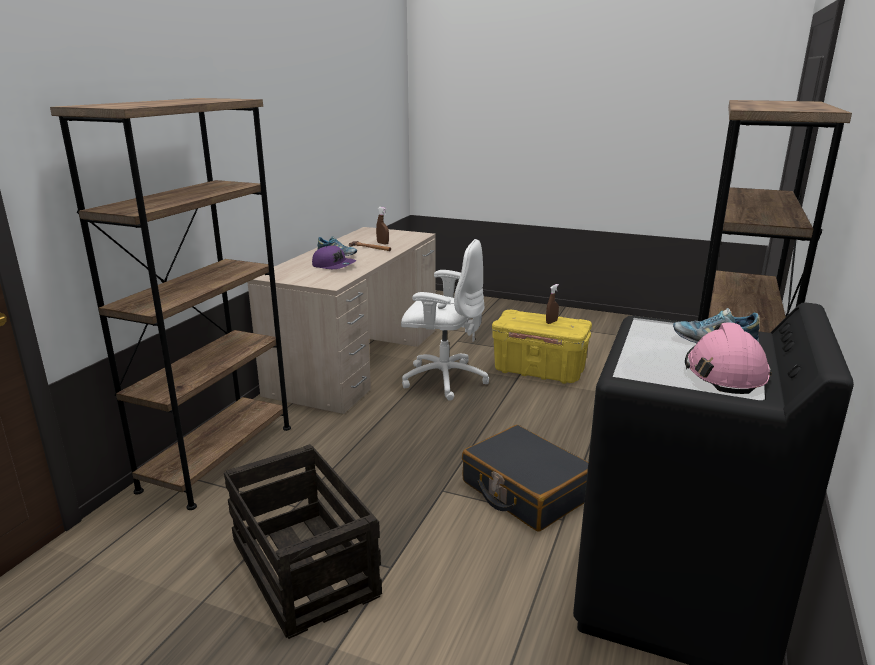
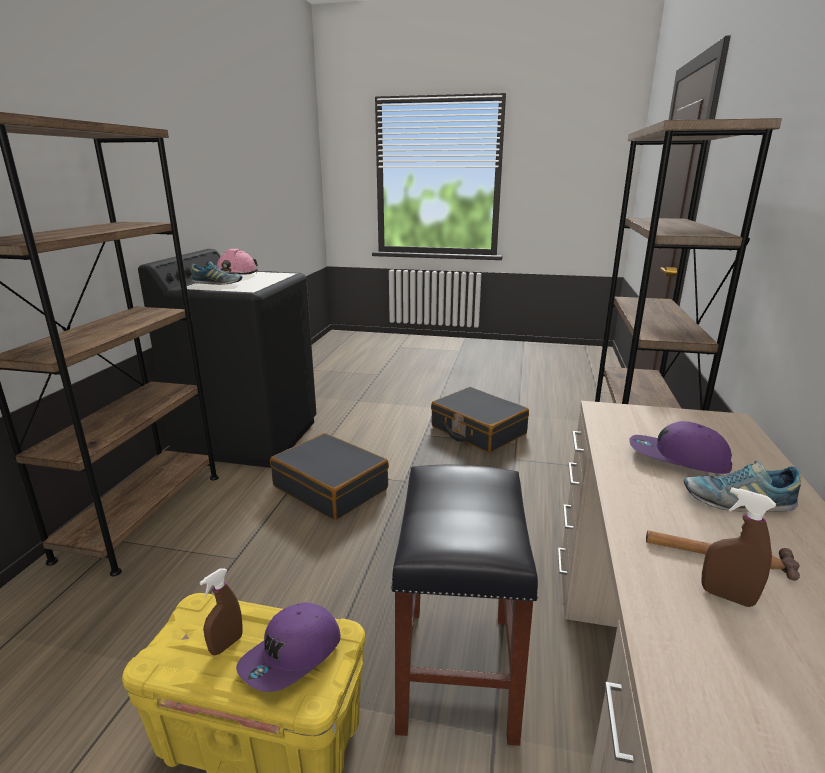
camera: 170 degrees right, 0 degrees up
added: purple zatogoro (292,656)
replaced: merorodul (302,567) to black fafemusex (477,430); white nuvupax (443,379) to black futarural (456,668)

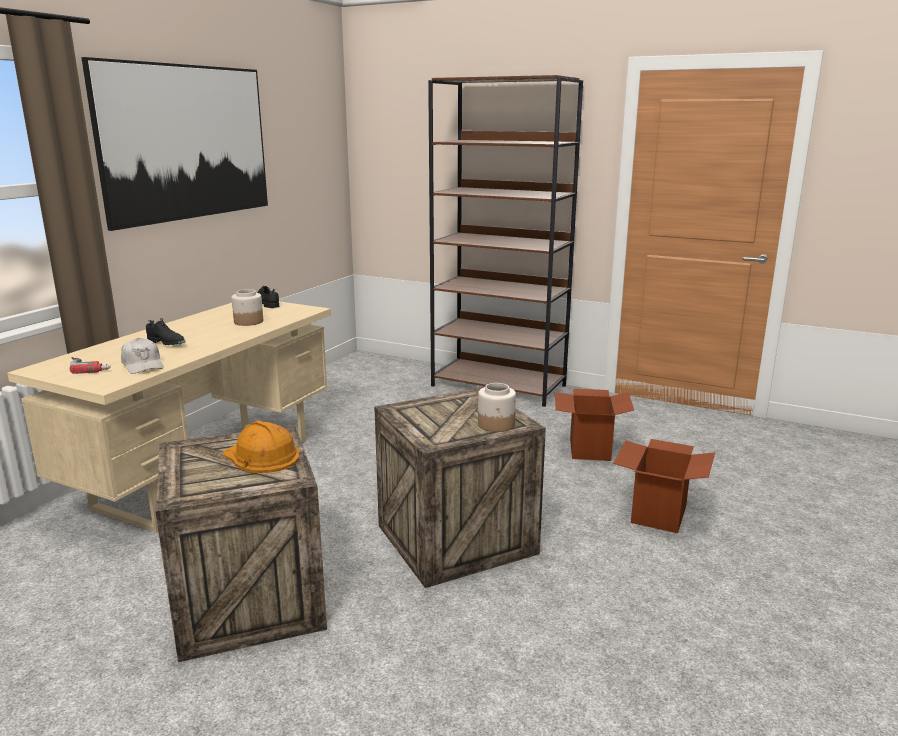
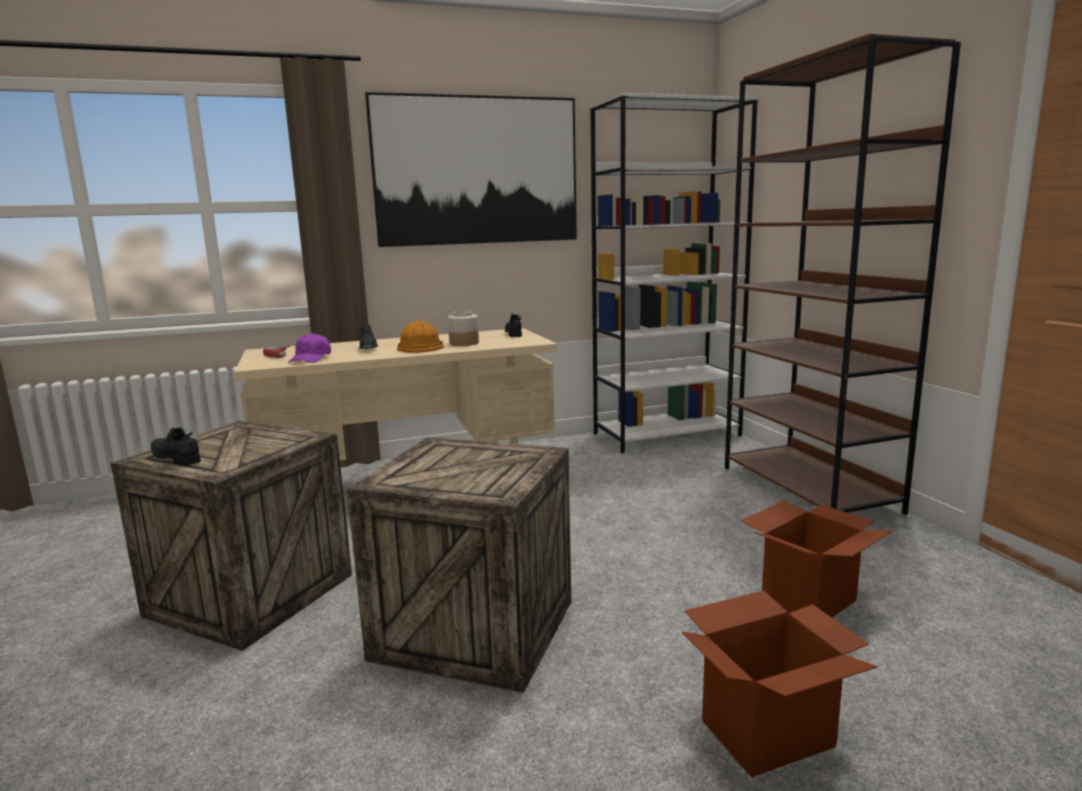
camera: 45 degrees right, 5 degrees down
removed: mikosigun (496,424)
added: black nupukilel (175,458); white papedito (667,434)
moved: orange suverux (261,456) to (420,347)
recoloured: white zatogoro (143,365) to purple zatogoro (311,358)

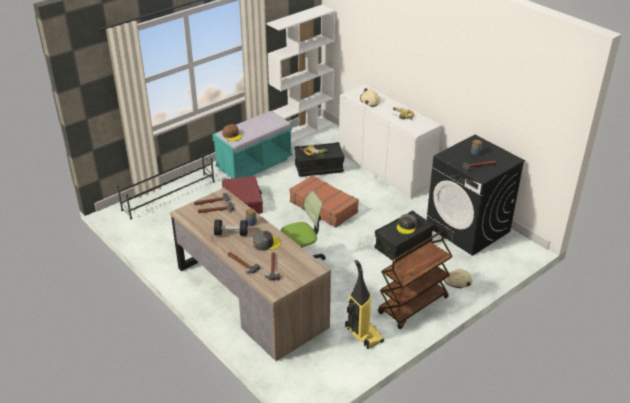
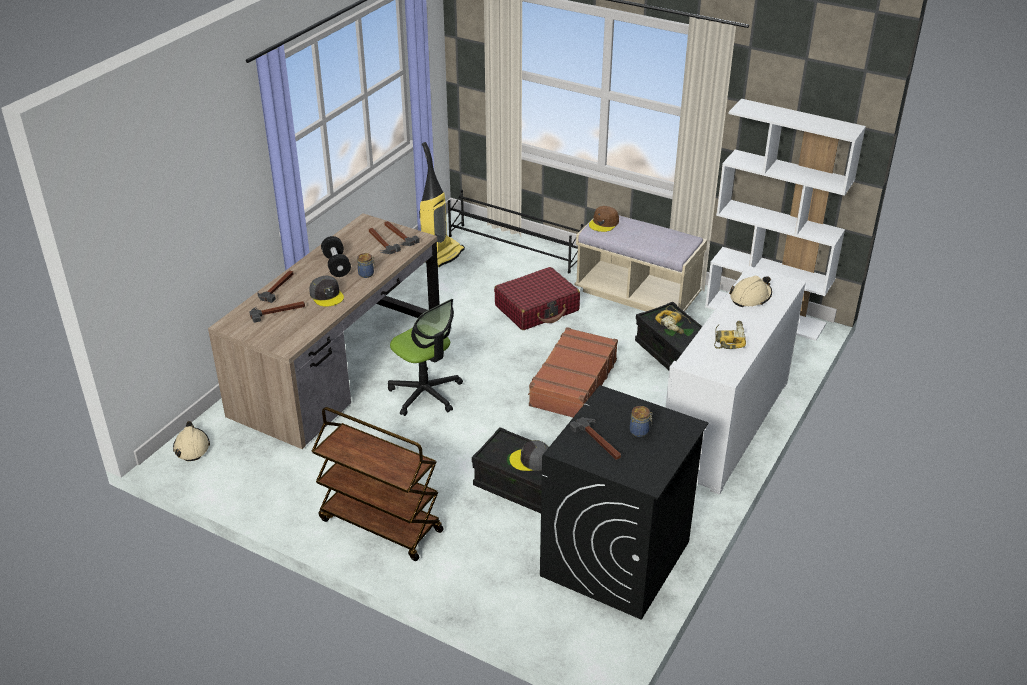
camera: 70 degrees right, 0 degrees up
moved: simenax (363,334) to (441,255); beige suverux (457,281) to (191,447)
recoloured: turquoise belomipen (254,164) to beige belomipen (637,294)

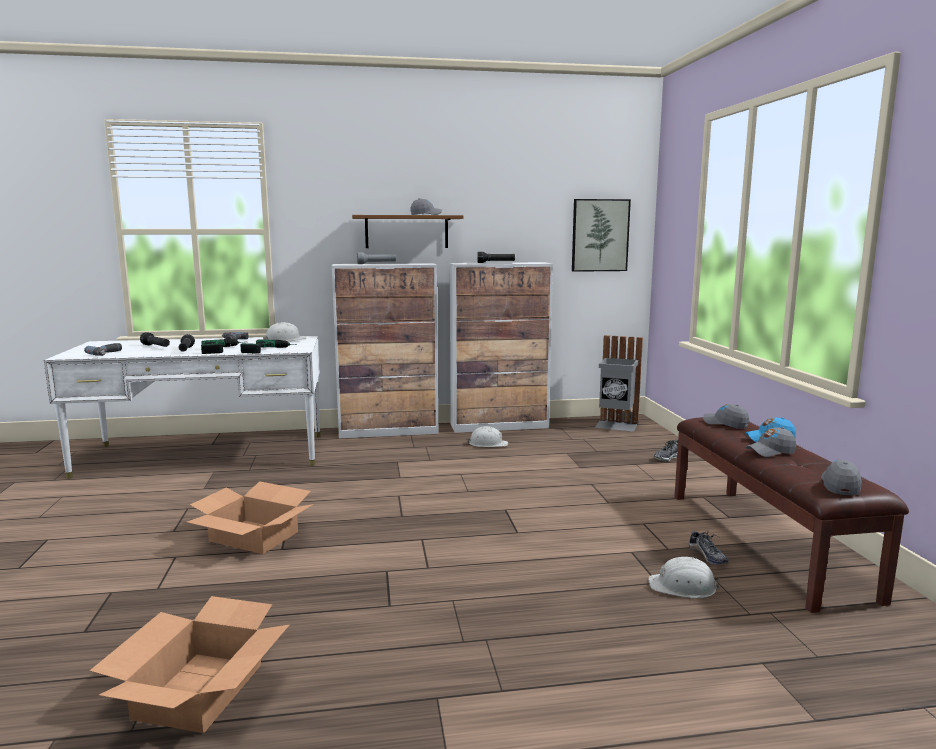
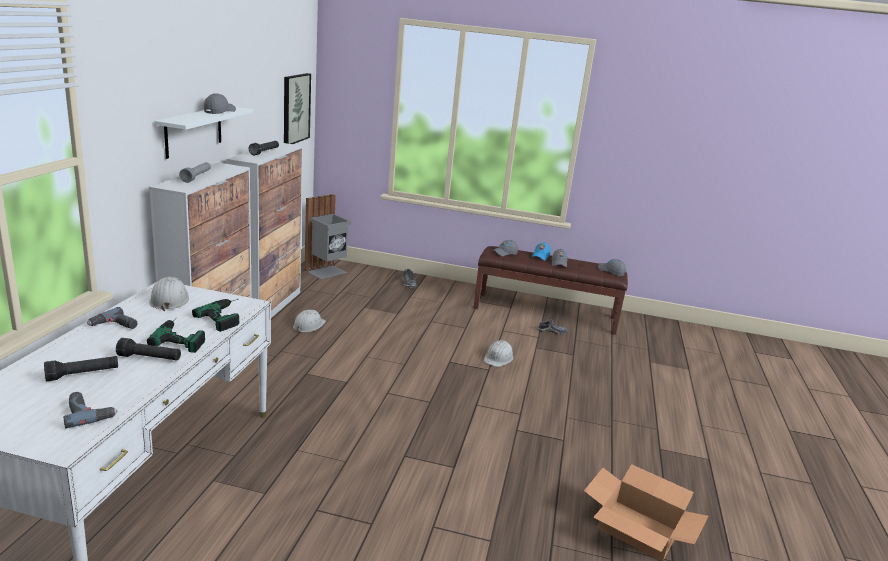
camera: 70 degrees left, 10 degrees up
removed: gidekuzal (254,536)
moved: white suverux (683,587) to (498,358)
recoloured: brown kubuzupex (406,231) to white kubuzupex (194,131)

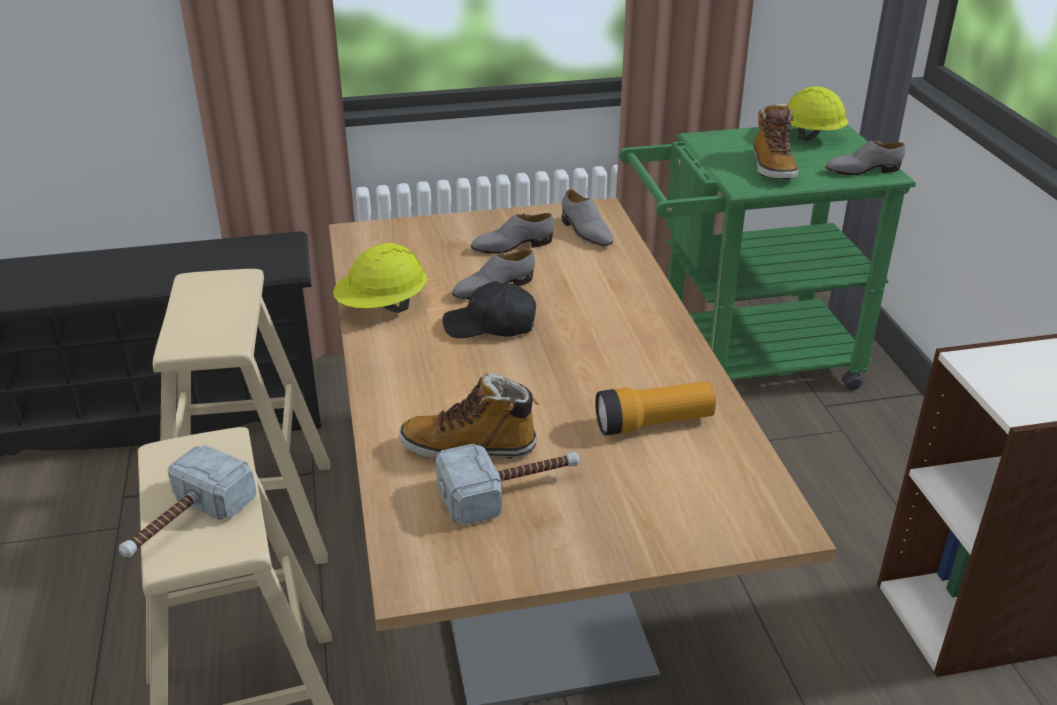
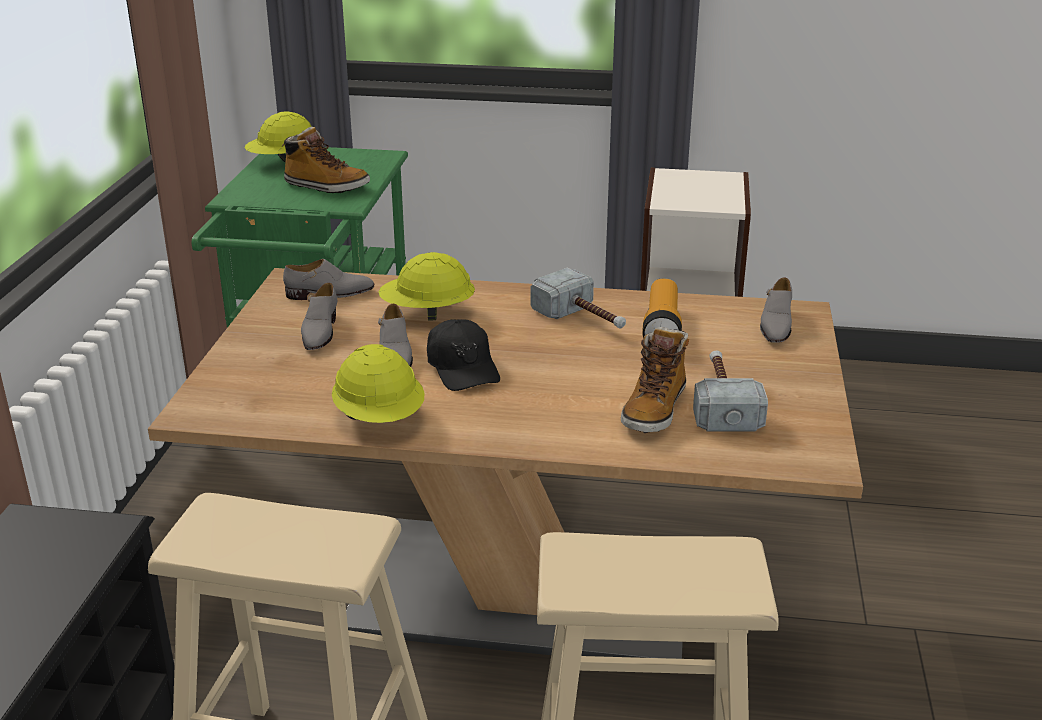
camera: 70 degrees left, 5 degrees down
added: yellow suverux (427,313)
moved: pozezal (184,524) to (584,319); grey nupukilel (862,170) to (775,326)
turned: black zatogoro (491,325) = (463,368) 45 degrees counterclockwise

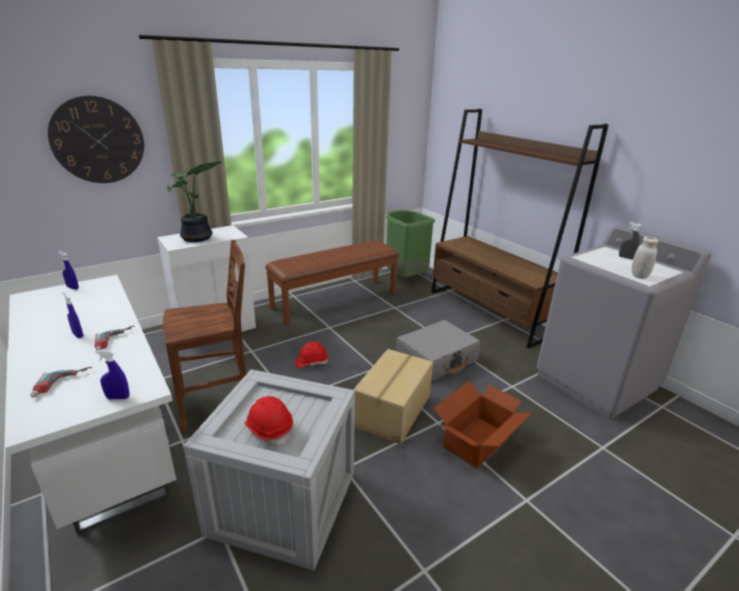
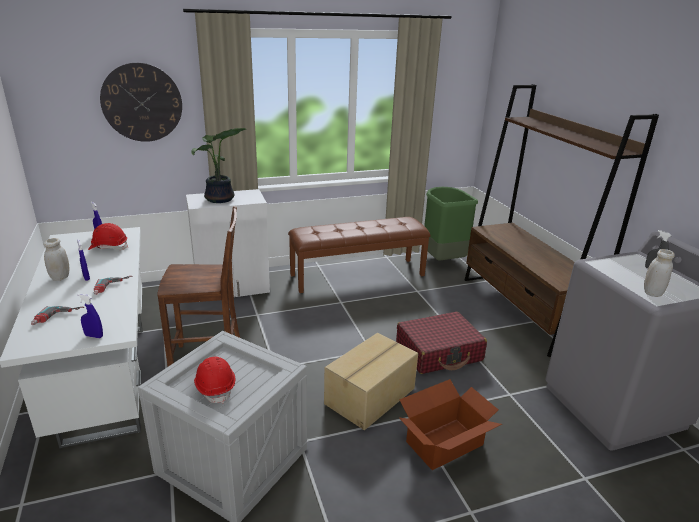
camera: 15 degrees right, 0 degrees up
added: white mikosigun (60,277)
moved: red suverux (311,362) to (108,247)
recoloured: grey fafemusex (437,359) to red fafemusex (439,352)

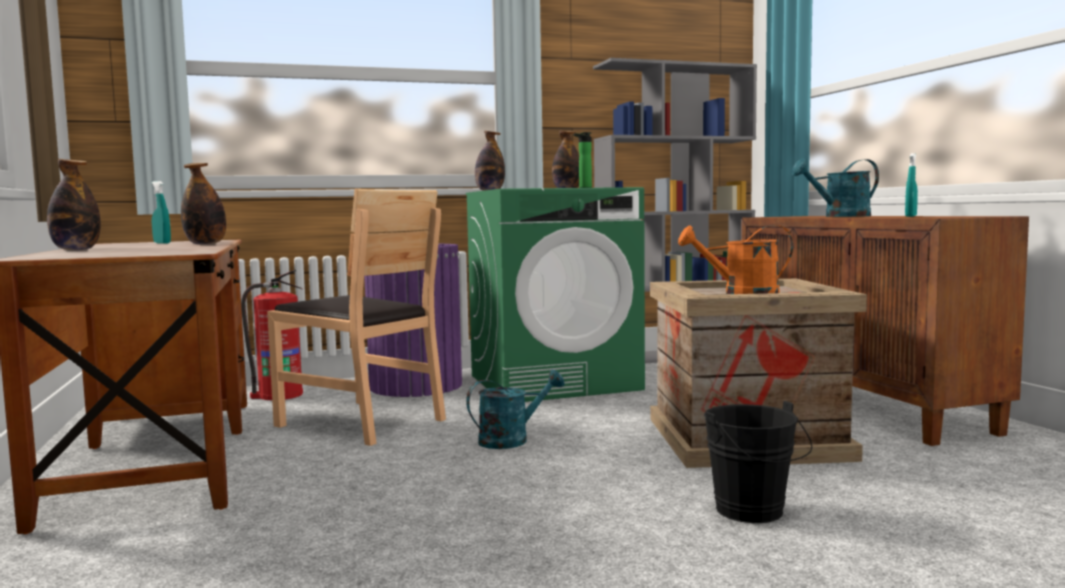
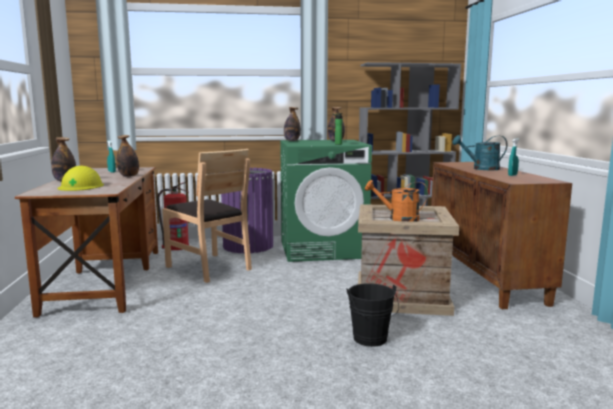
camera: 10 degrees right, 5 degrees up
removed: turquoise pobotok (511,440)
added: yellow suverux (81,186)

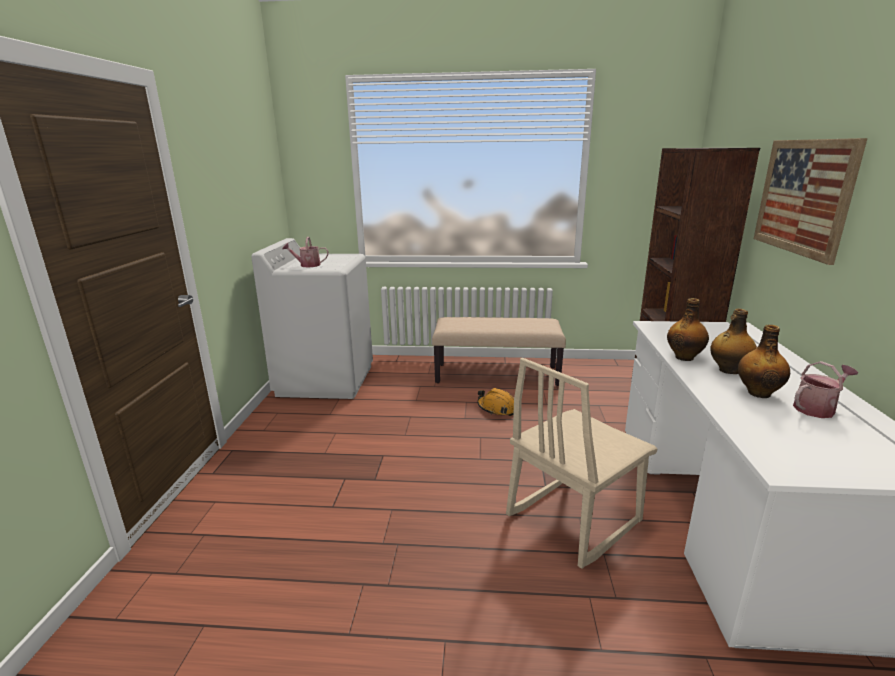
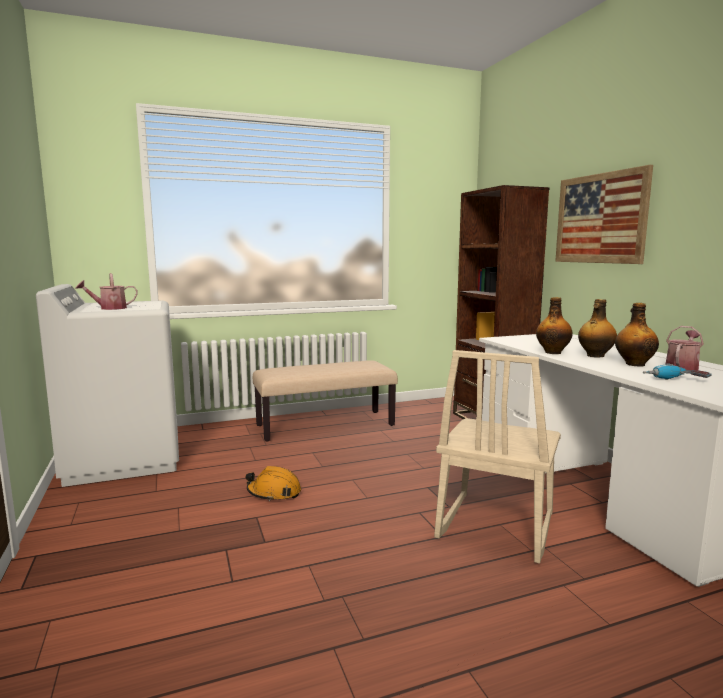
camera: 25 degrees left, 10 degrees down
added: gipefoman (675,381)
moved: orange suverux (497,408) to (274,493)

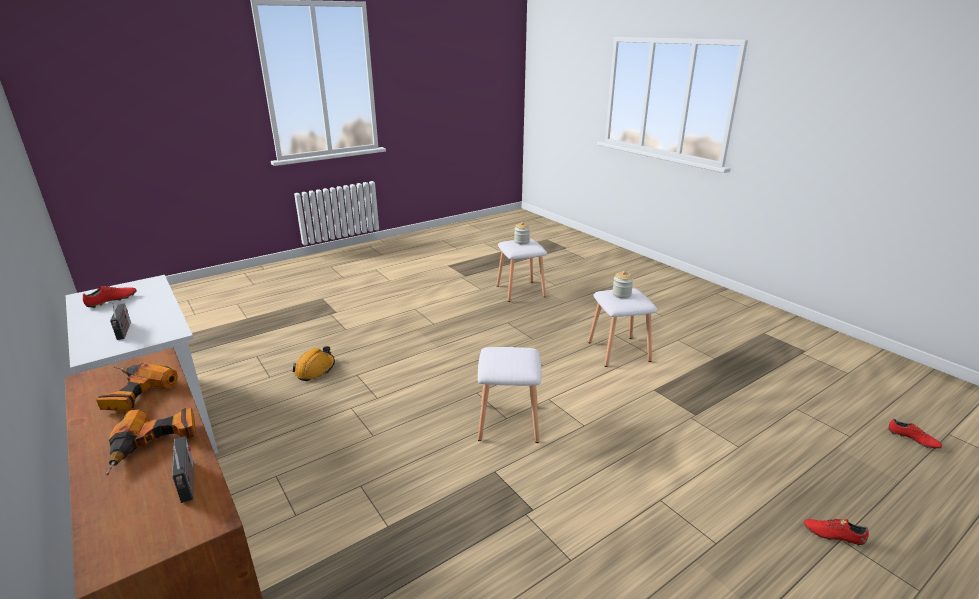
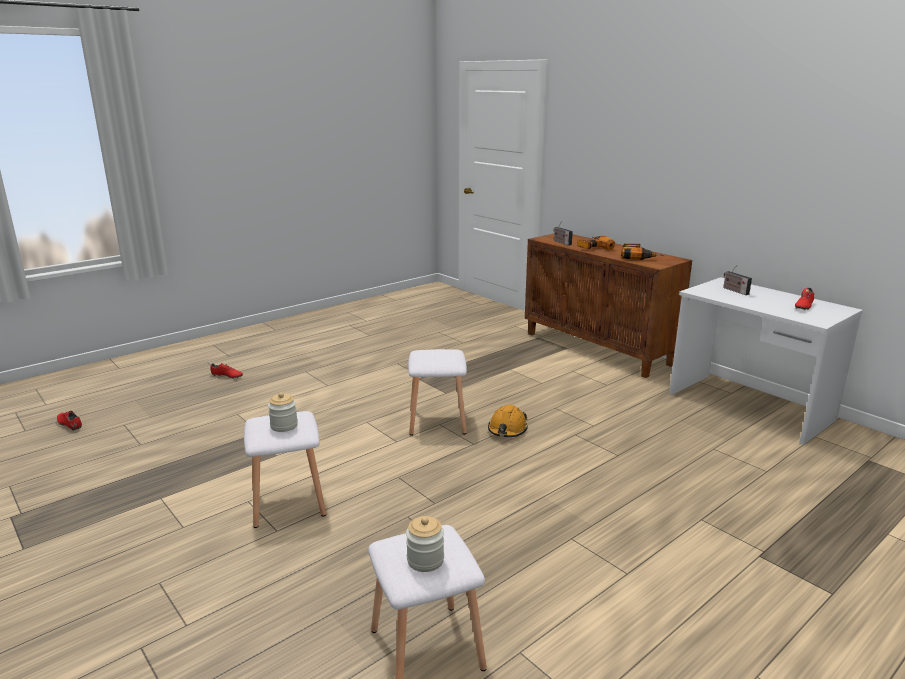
camera: 175 degrees right, 5 degrees down
moved: orange suverux (315,369) to (507,429)

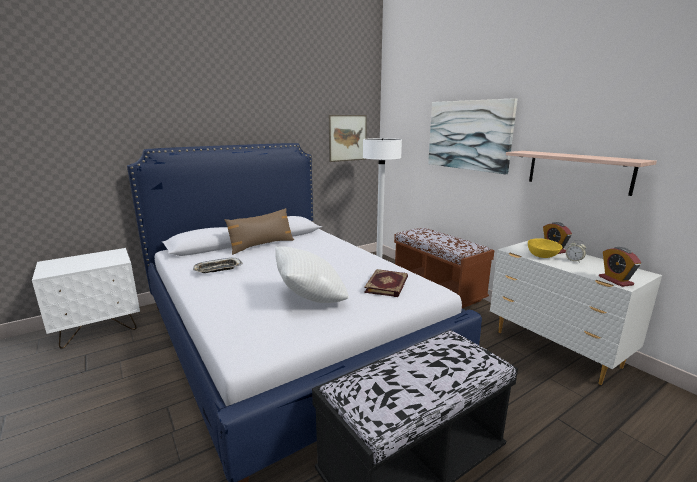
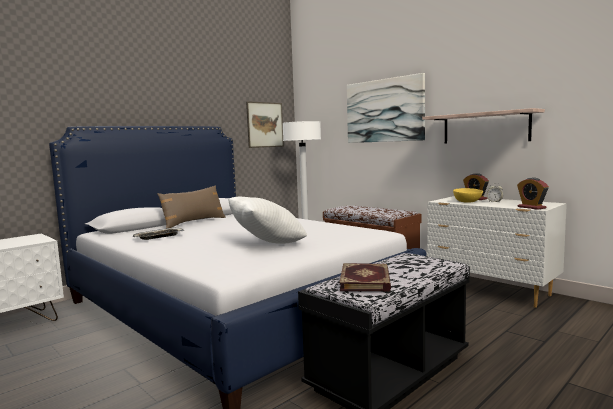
camera: 10 degrees left, 10 degrees down
moved: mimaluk (387,285) to (366,280)

